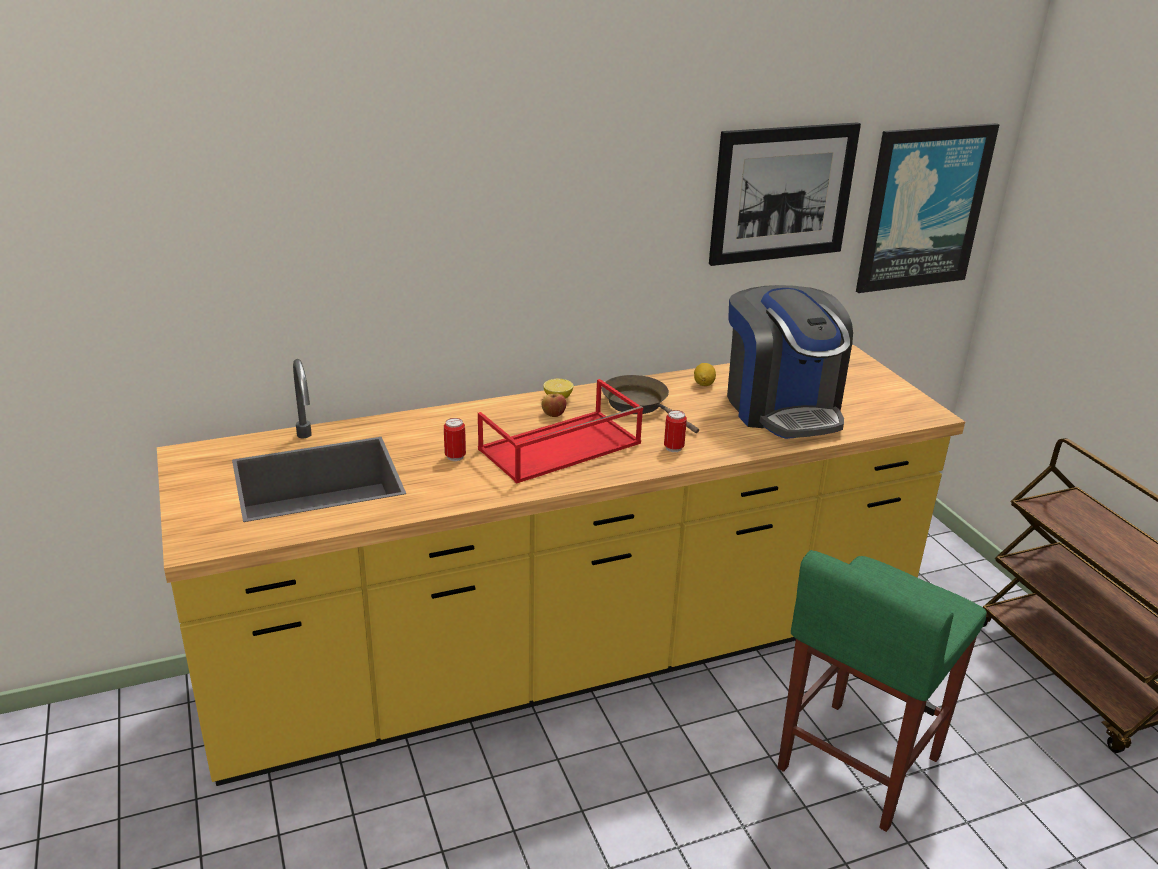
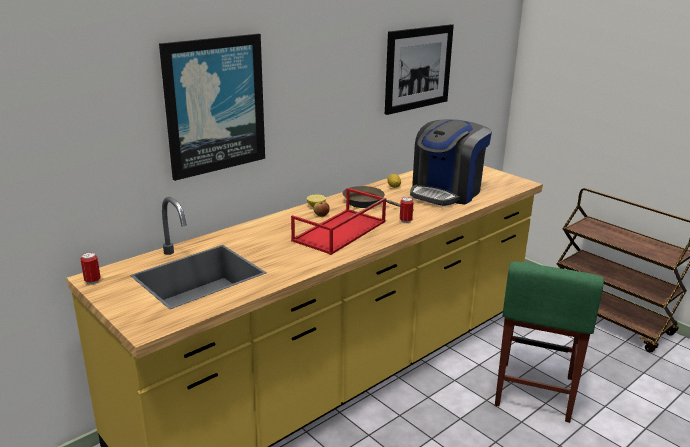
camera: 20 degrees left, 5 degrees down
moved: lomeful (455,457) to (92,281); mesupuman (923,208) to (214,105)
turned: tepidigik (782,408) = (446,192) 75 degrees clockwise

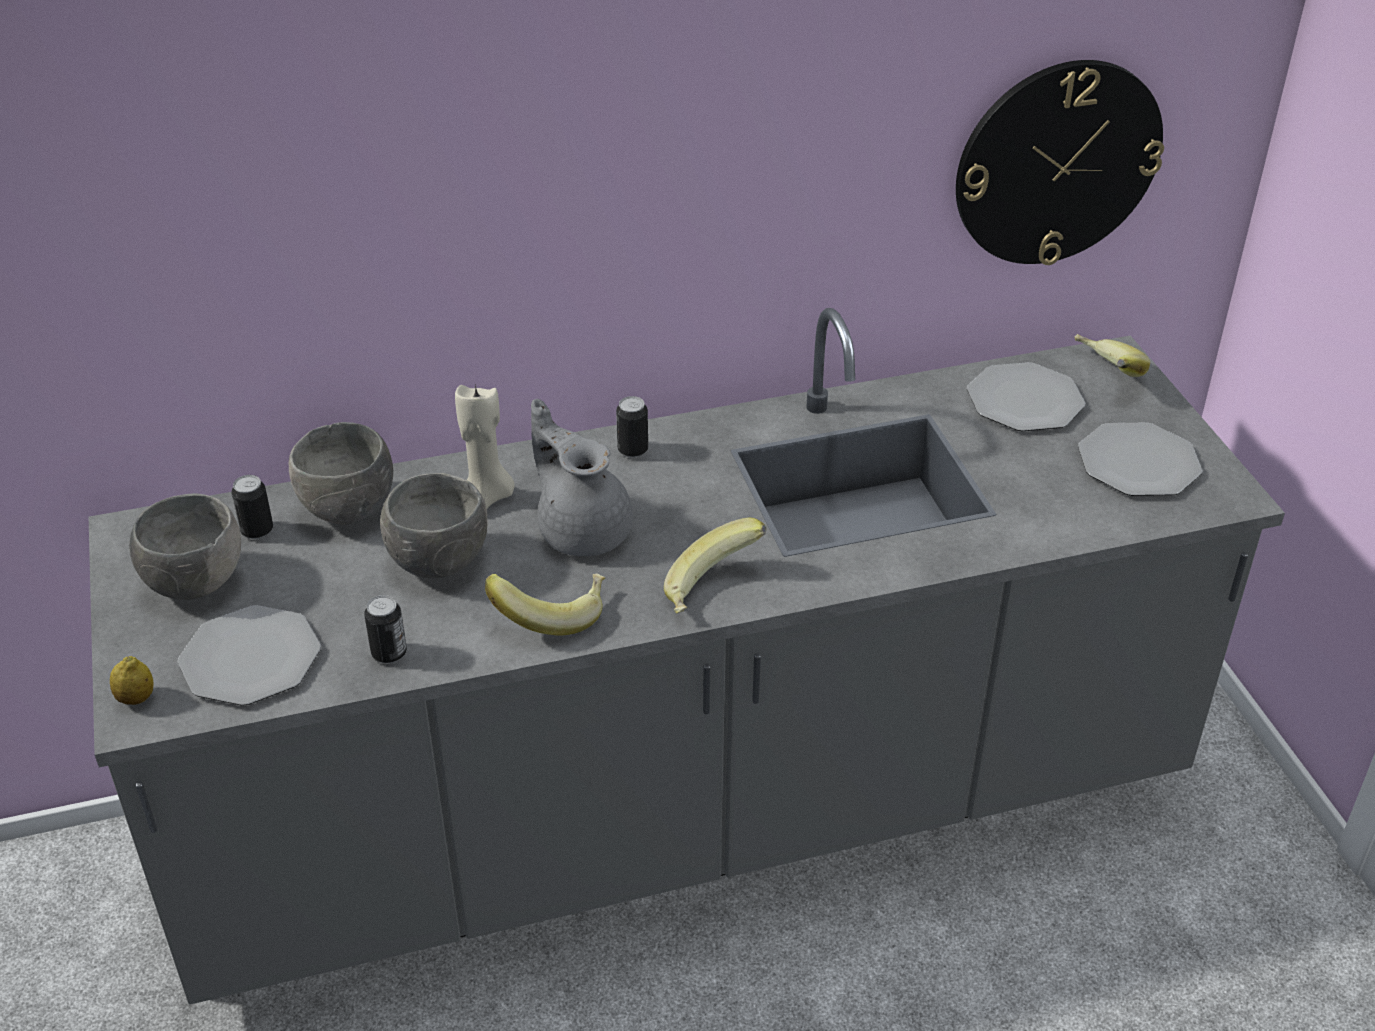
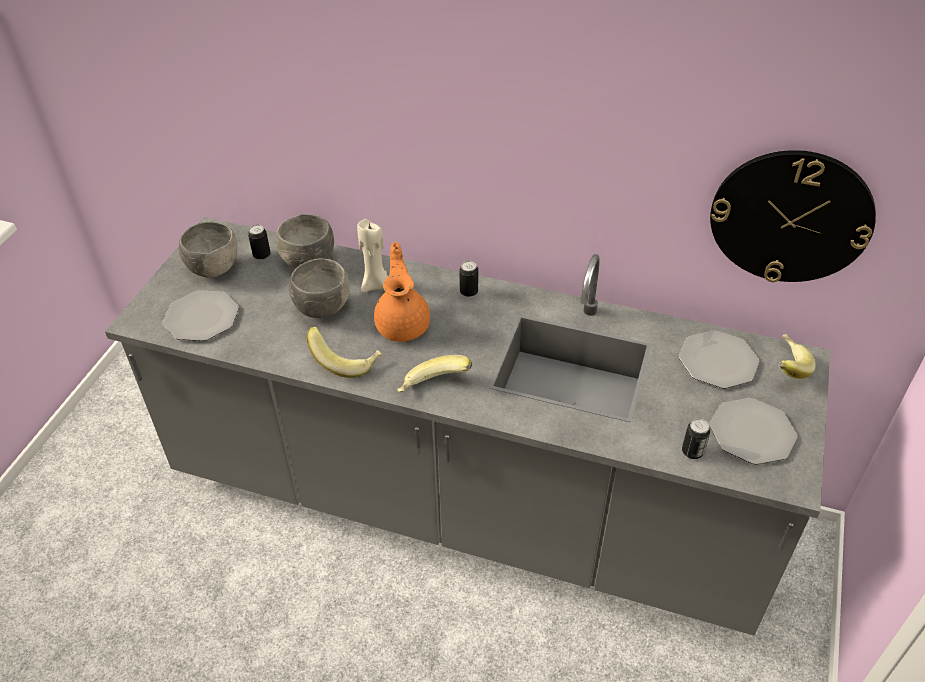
camera: 35 degrees right, 5 degrees up
removed: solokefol (136,698)
moved: lomeful (389,653) to (692,452)
recoloured: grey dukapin (583,529) to orange dukapin (403,324)

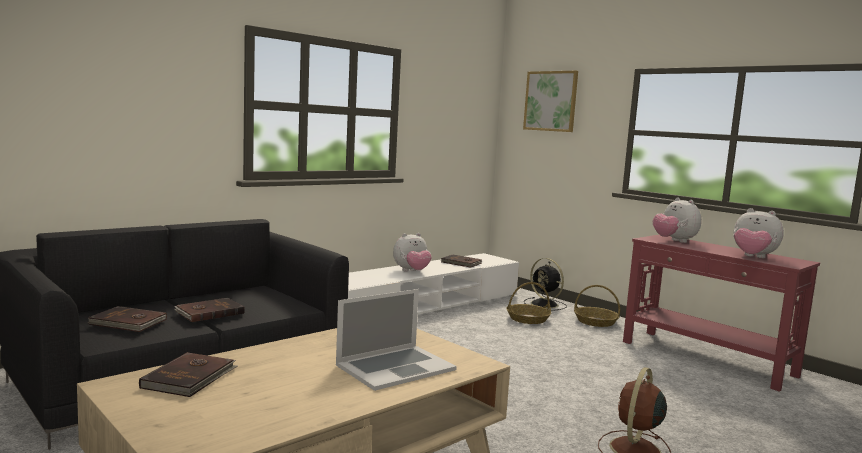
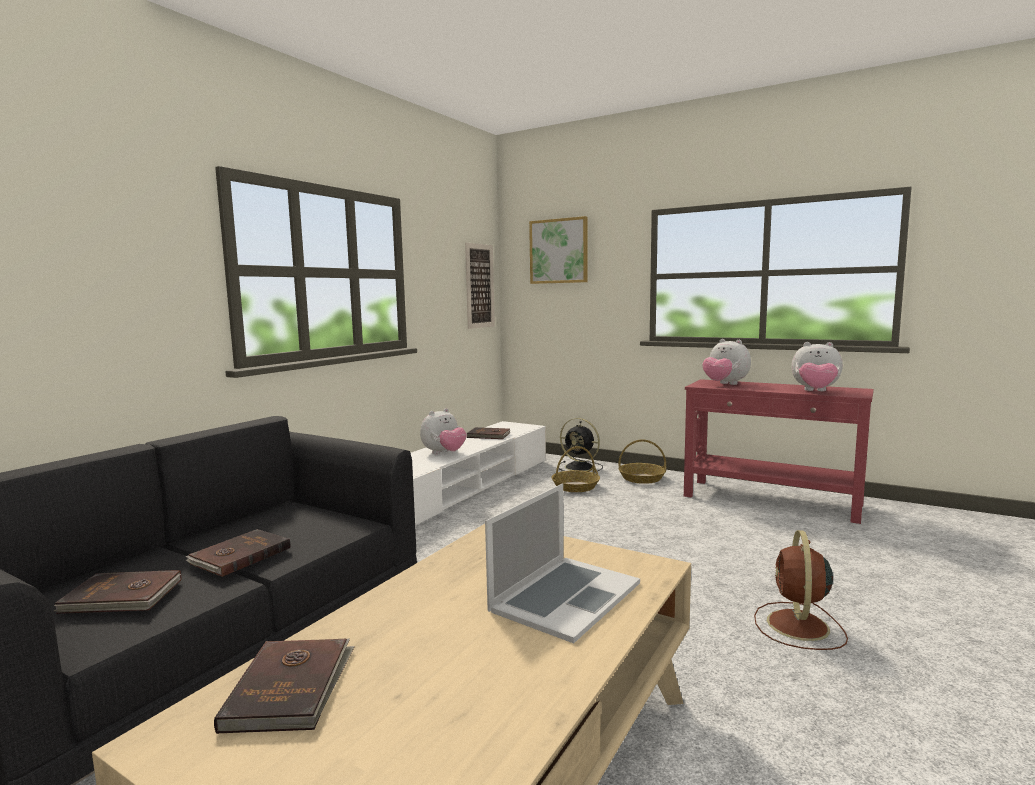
camera: 15 degrees left, 0 degrees up
added: mesupuman (479,286)

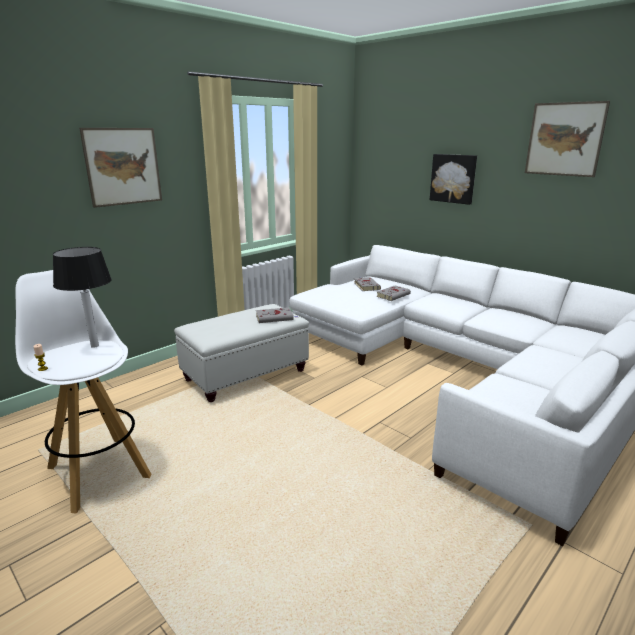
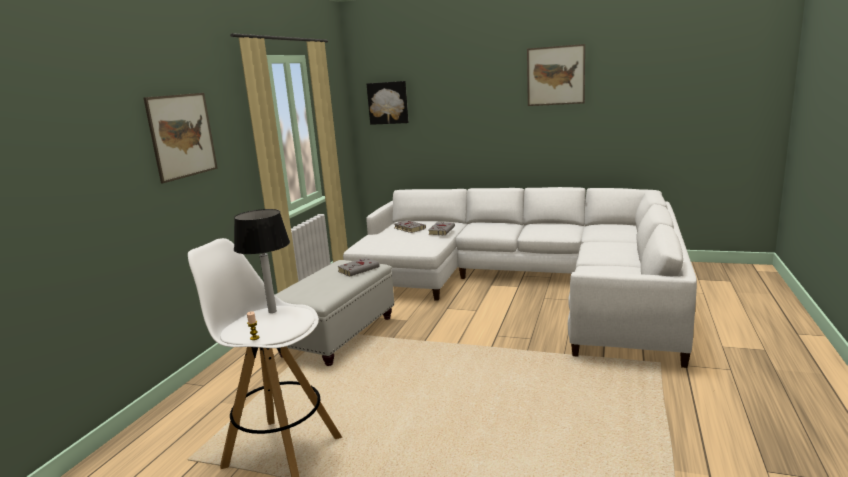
camera: 25 degrees left, 5 degrees down
moved: mesupuman (453,178) to (388,103)

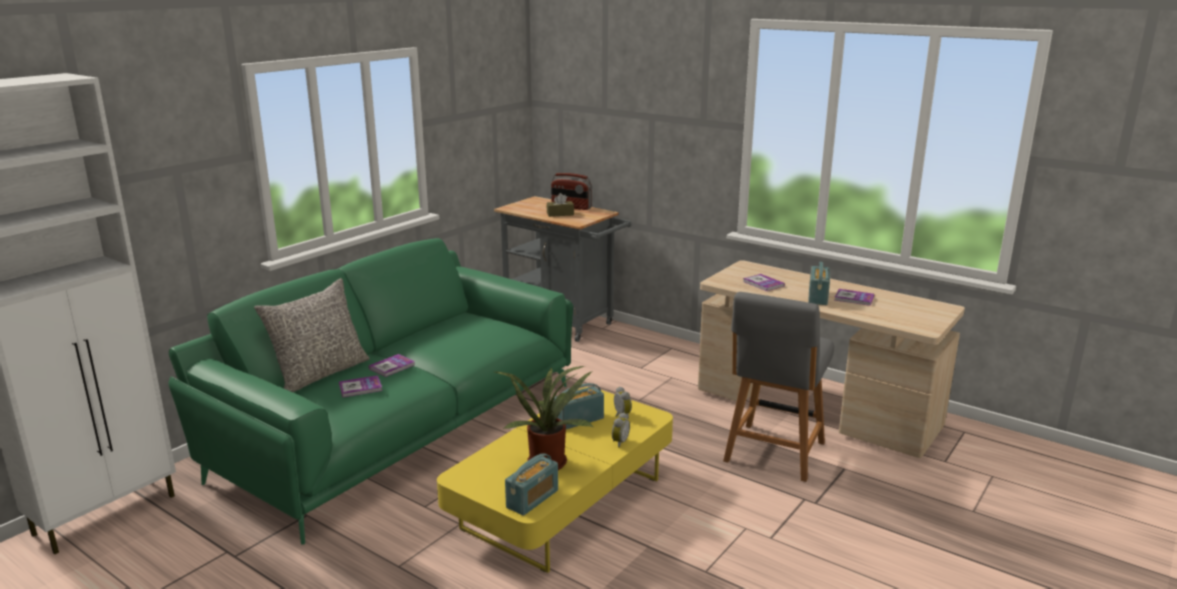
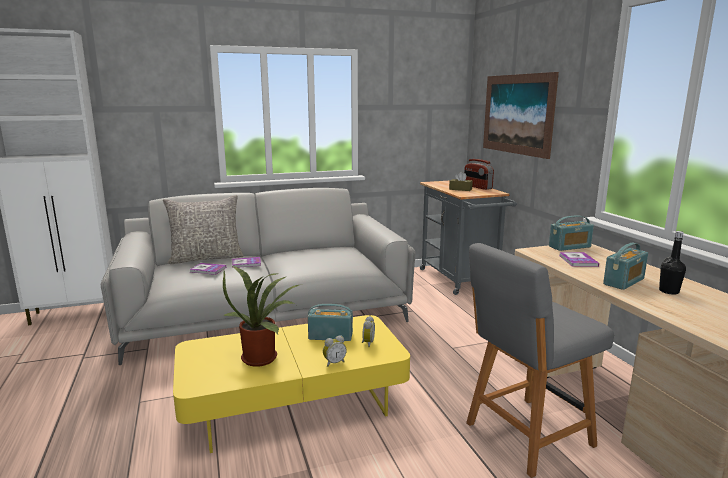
camera: 35 degrees right, 5 degrees down
added: mesupuman (517,114)
moved: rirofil (532,499) to (569,247)
replaced: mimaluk (854,298) to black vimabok (669,291)
recoloured: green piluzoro (399,427) to grey piluzoro (267,315)

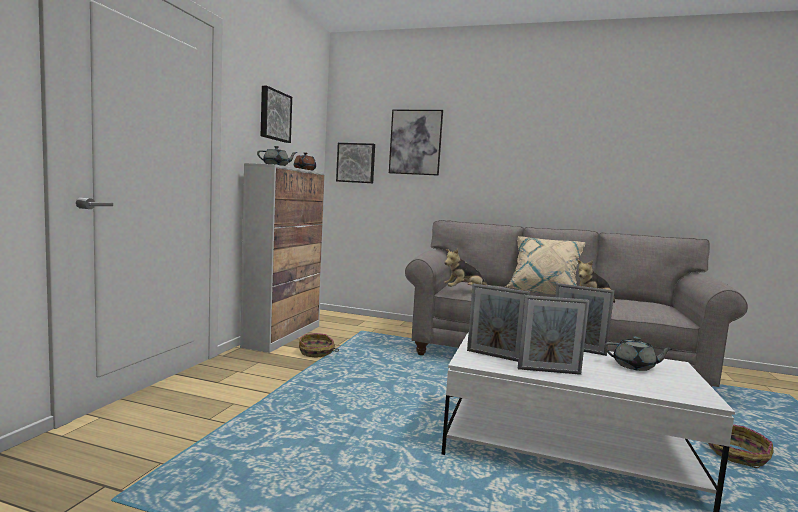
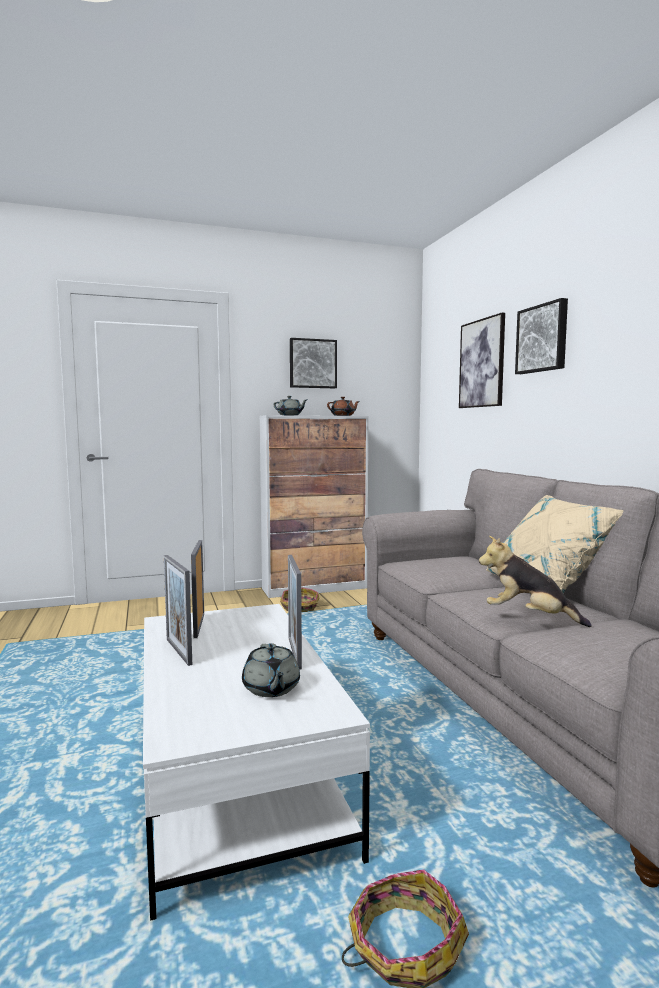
camera: 55 degrees right, 0 degrees up
removed: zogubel (464,291)
moved: mesupuman (356,163) to (543,338)

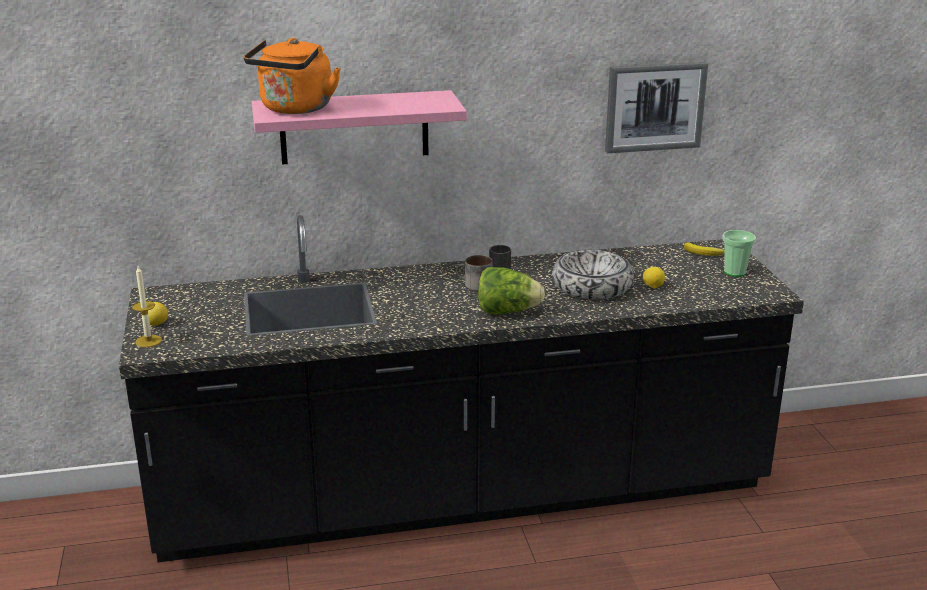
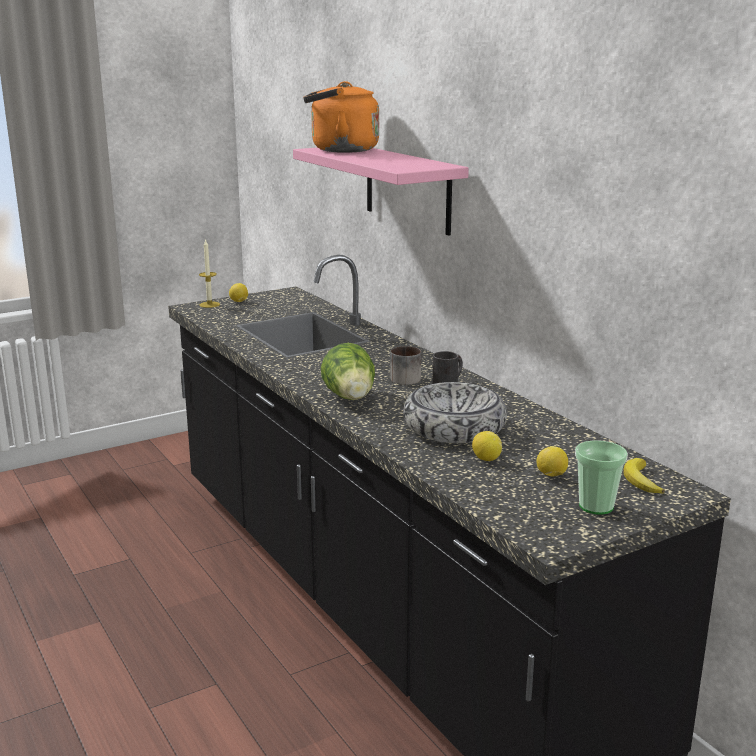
camera: 70 degrees right, 5 degrees down
removed: mesupuman (654,106)
added: solokefol (551,475)

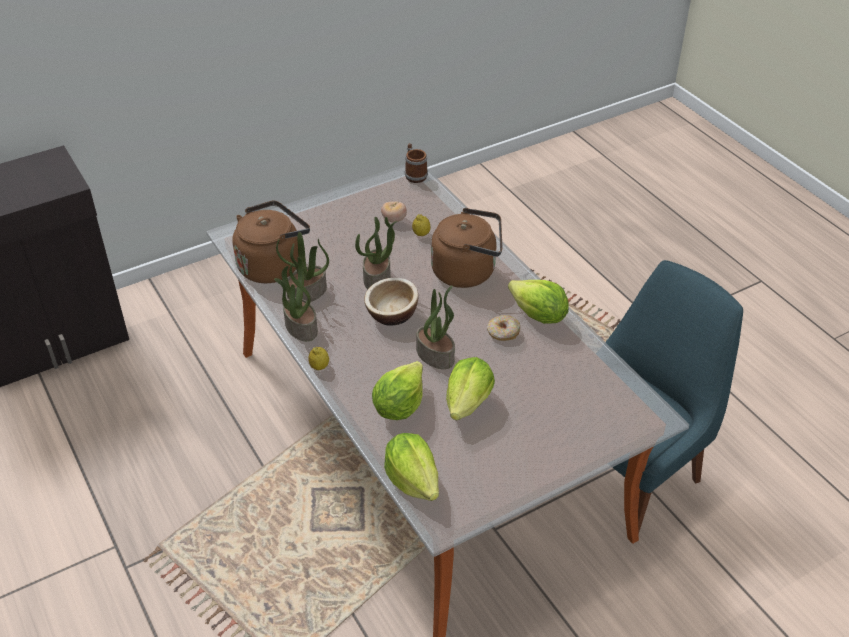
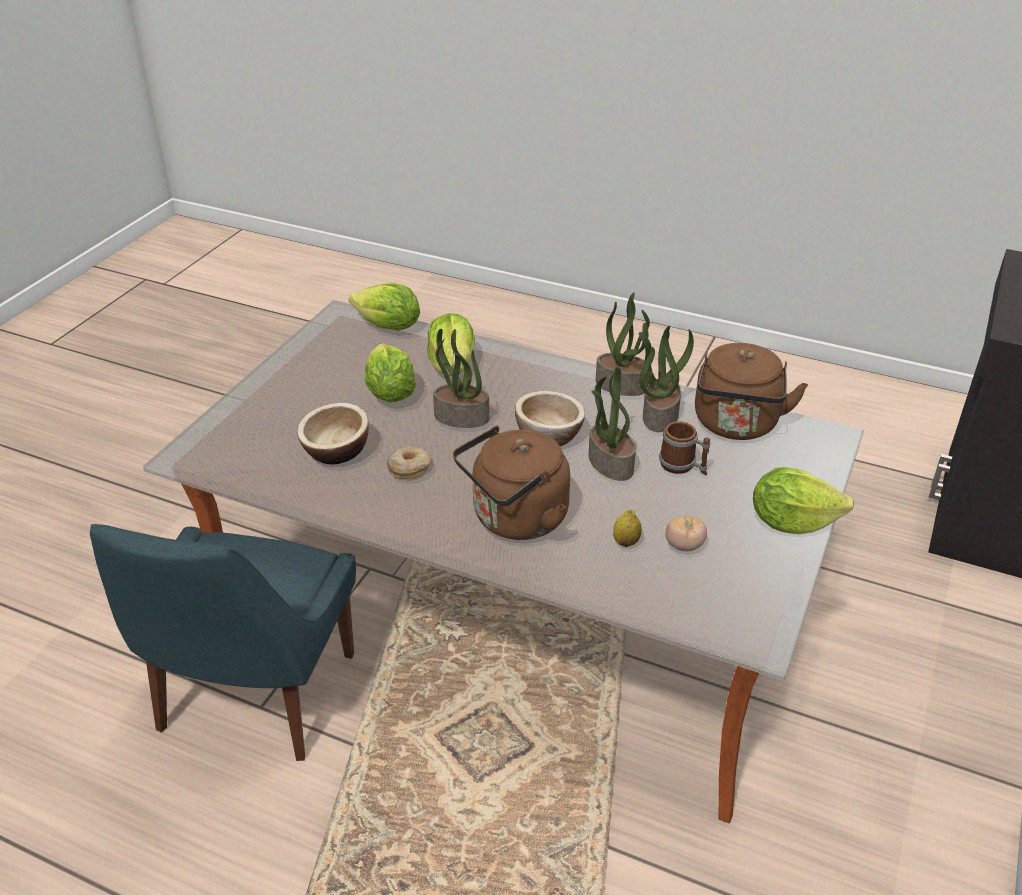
camera: 145 degrees right, 5 degrees down
removed: solokefol (319,367)
added: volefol (336,450)
moved: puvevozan (414,174) to (683,466); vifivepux (538,316) to (791,522)

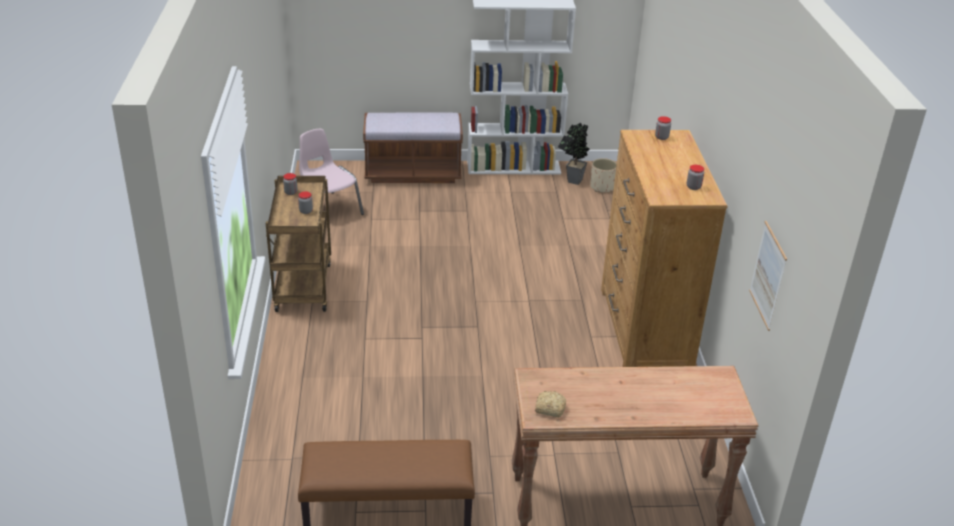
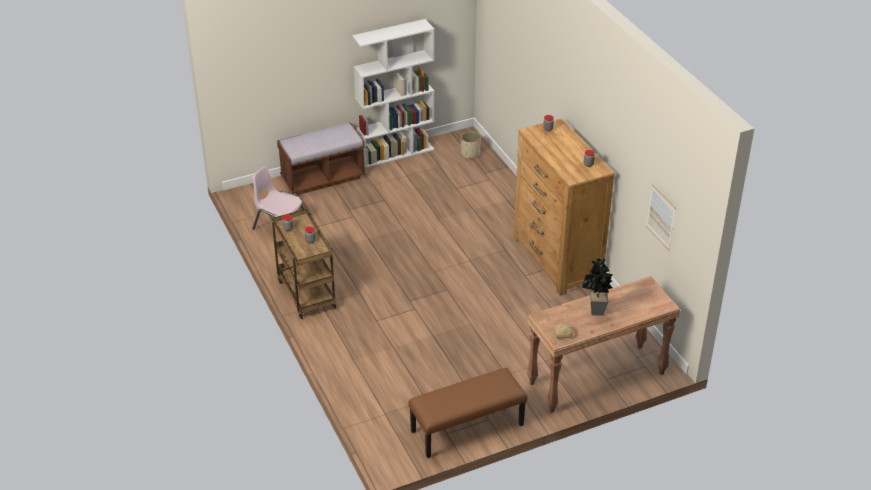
camera: 20 degrees left, 5 degrees up
moved: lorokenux (572,181) to (595,312)

